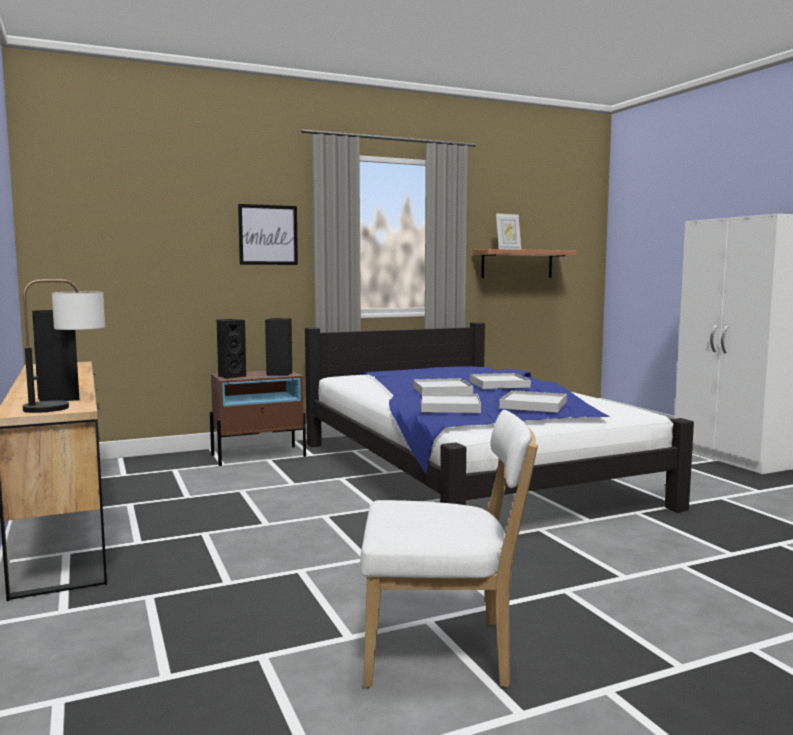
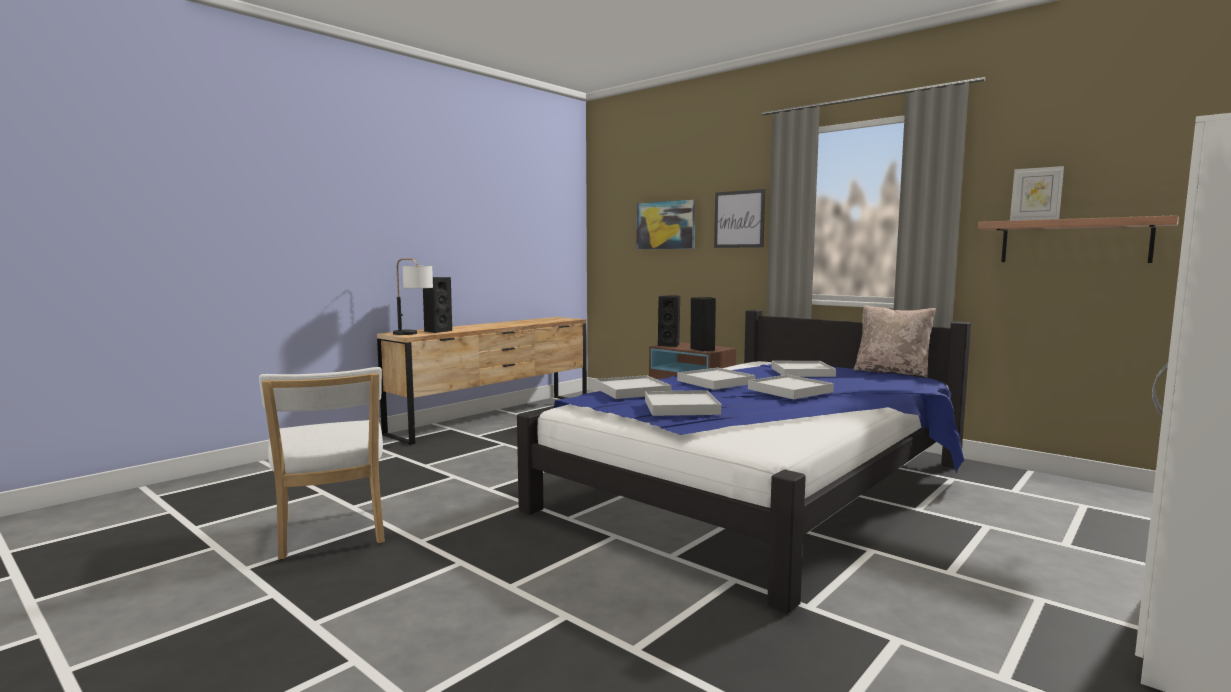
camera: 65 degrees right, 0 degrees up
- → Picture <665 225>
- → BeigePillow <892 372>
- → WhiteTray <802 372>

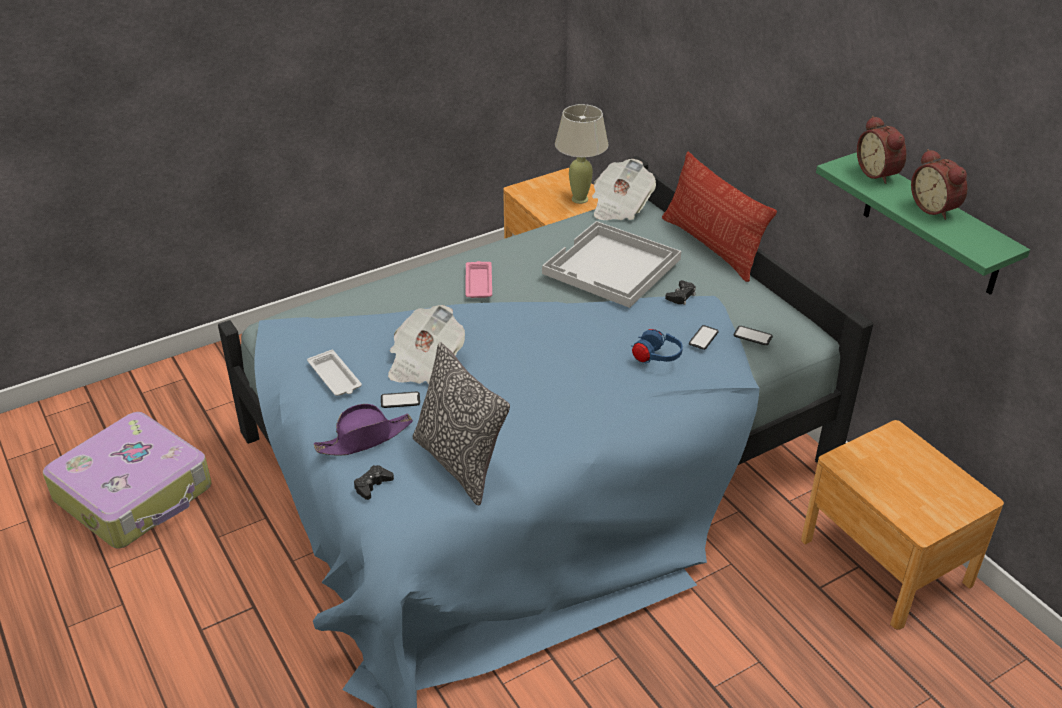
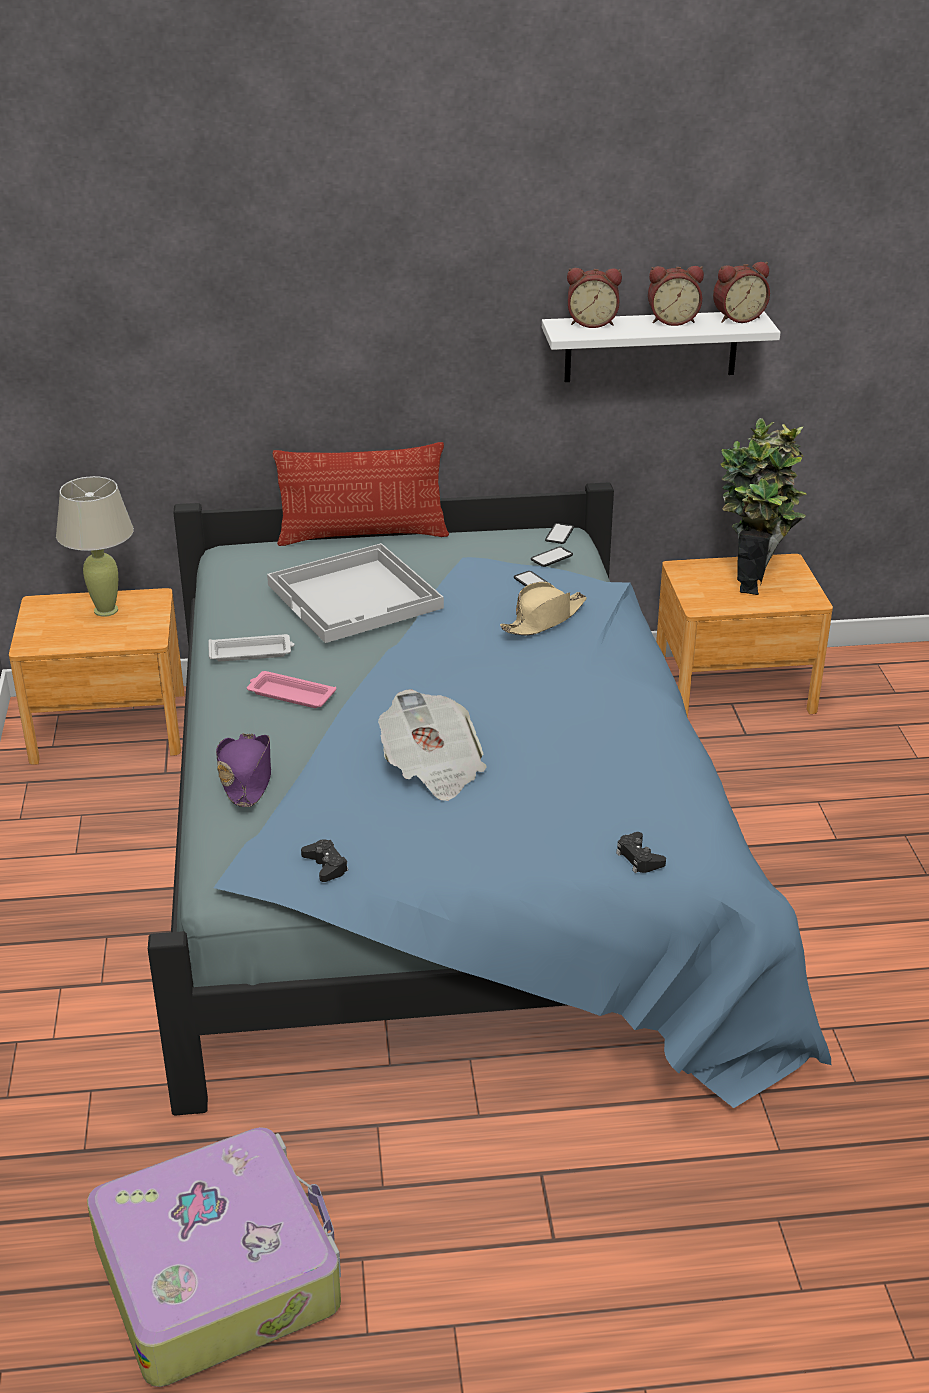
camera: 65 degrees left, 5 degrees down
GreenShelf <932 225> → WhiteShelf <651 346>
Newspaper <620 206> → -
BlackGameController <681 296> → BlackGameController <325 865>, relocated
BlueHeadphones <656 358> → BeigeHat <544 619>
Pillow <459 464> → -
WhiteTray <335 378> → WhiteTray <252 653>, relocated
Phone <400 400> → Phone <559 534>, relocated
PurpleHat <365 438> → PurpleHat <246 777>, relocated
- → AlarmClock <737 318>
- → PottedPlant <754 578>

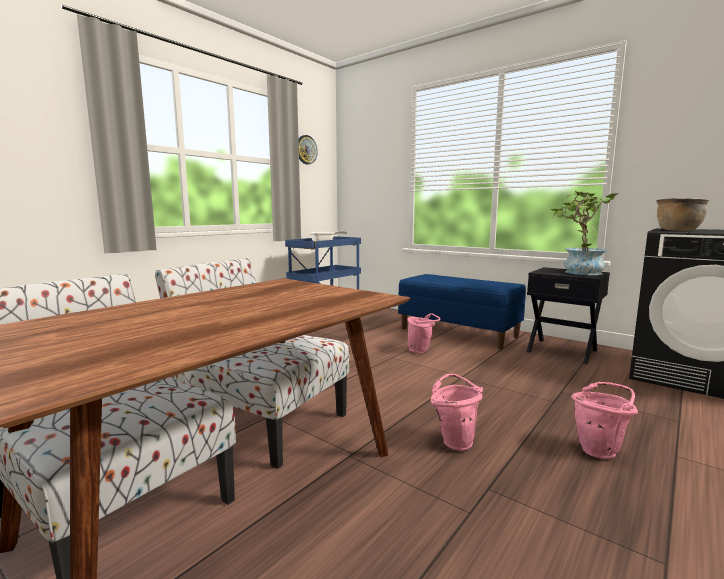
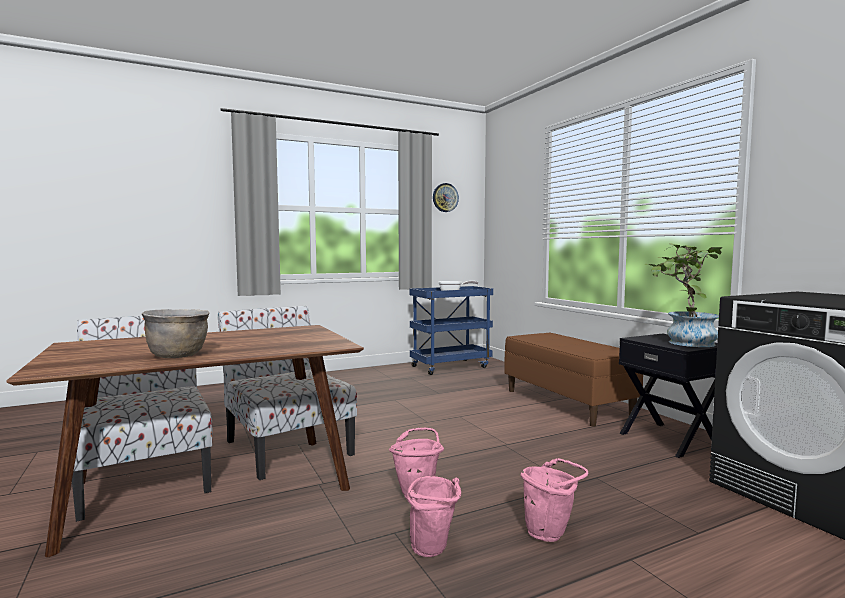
camera: 25 degrees right, 5 degrees down
BrownCookingPot <677 230> → BrownCookingPot <178 355>, relocated
BlueBench <458 332> → BrownBench <567 403>
PinkBucket <421 351> → PinkBucket <434 550>, relocated

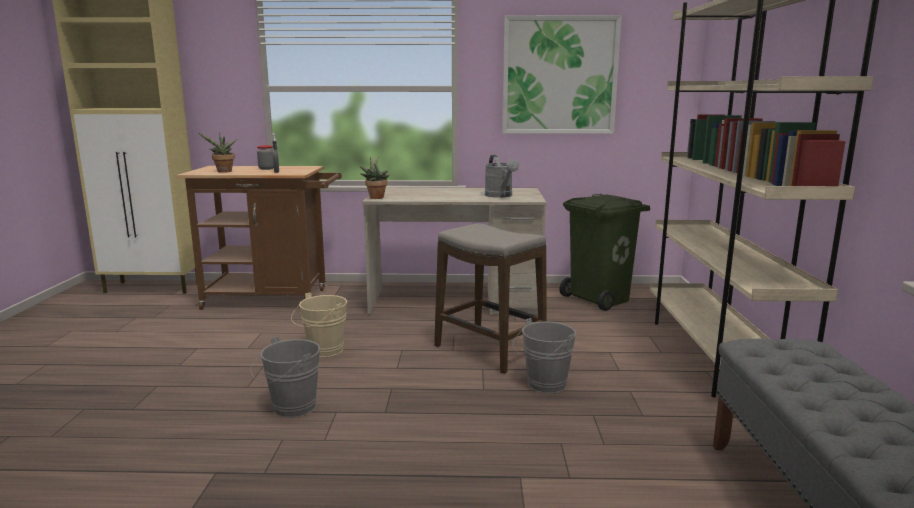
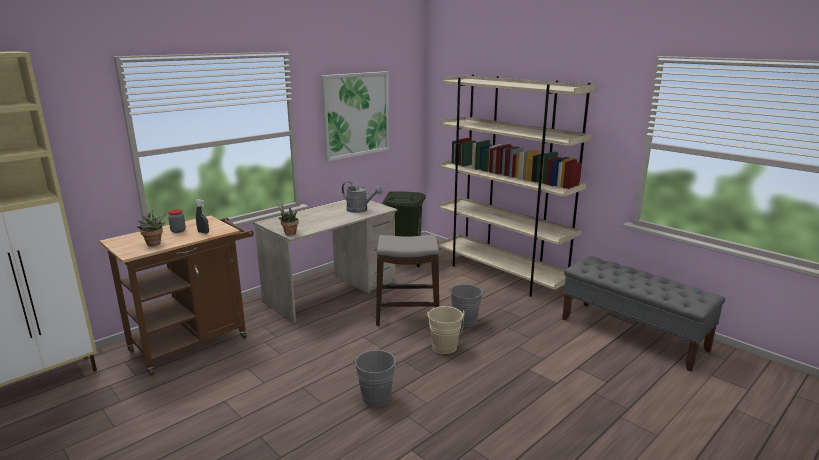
camera: 45 degrees left, 5 degrees up
BeigeBucket <322 351> → BeigeBucket <445 348>, relocated

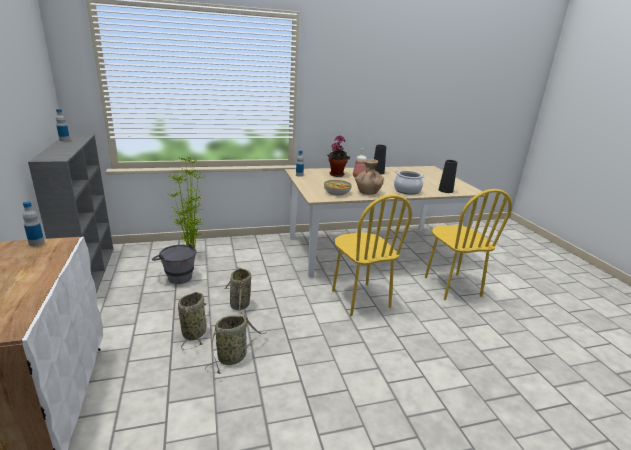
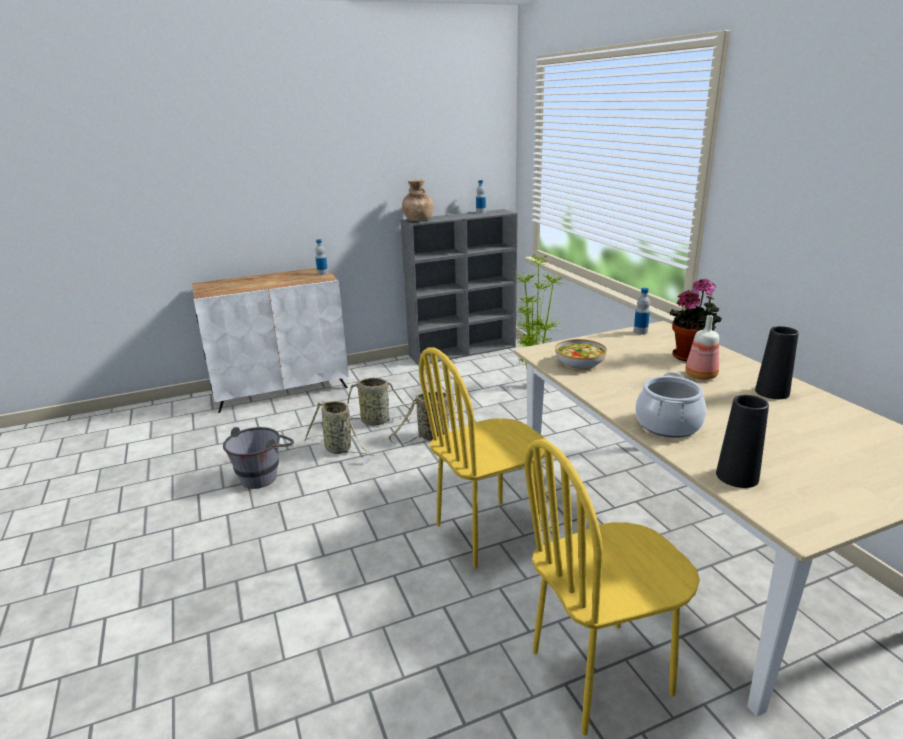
camera: 85 degrees right, 0 degrees up
BrownVase <368 192> → BrownVase <418 220>, relocated
GreyBucket <176 276> → GreyBucket <264 474>, relocated

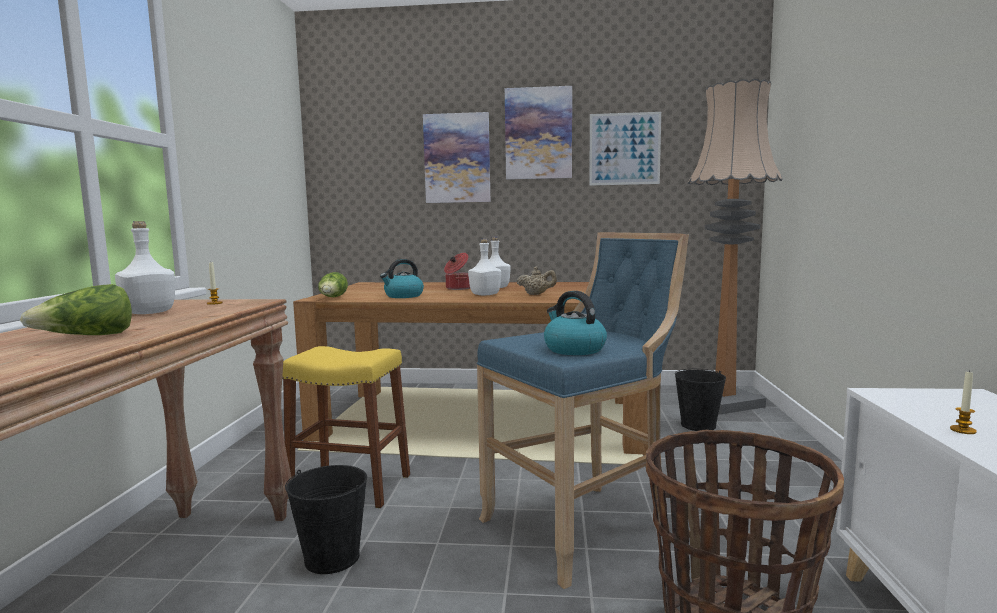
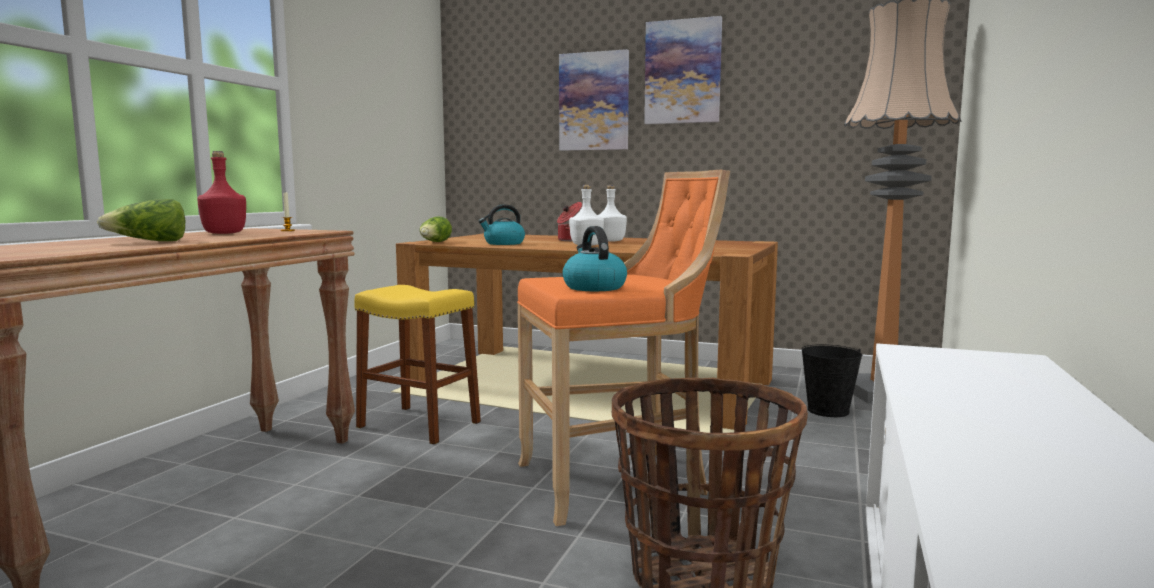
camera: 15 degrees right, 0 degrees up
Picture <624 149> → -
WhiteBottle <148 313> → RedBottle <224 233>
BlueStool <583 526> → OrangeStool <617 481>
BeigeTeapot <536 294> → -
Candle <963 430> → -
BlackBucket <332 558> → -

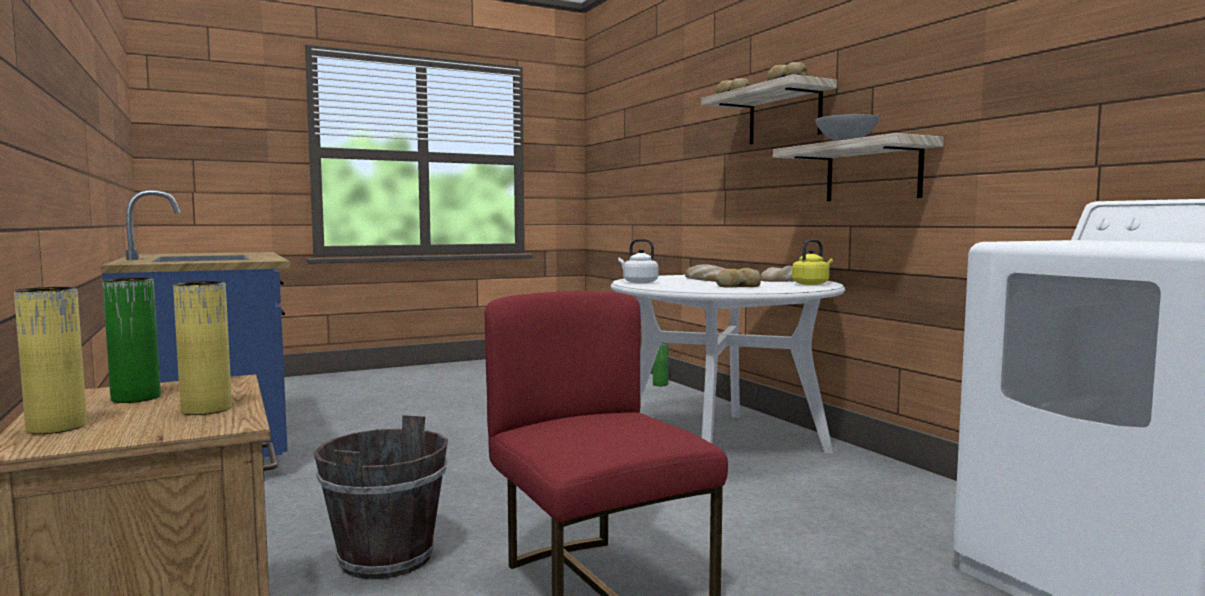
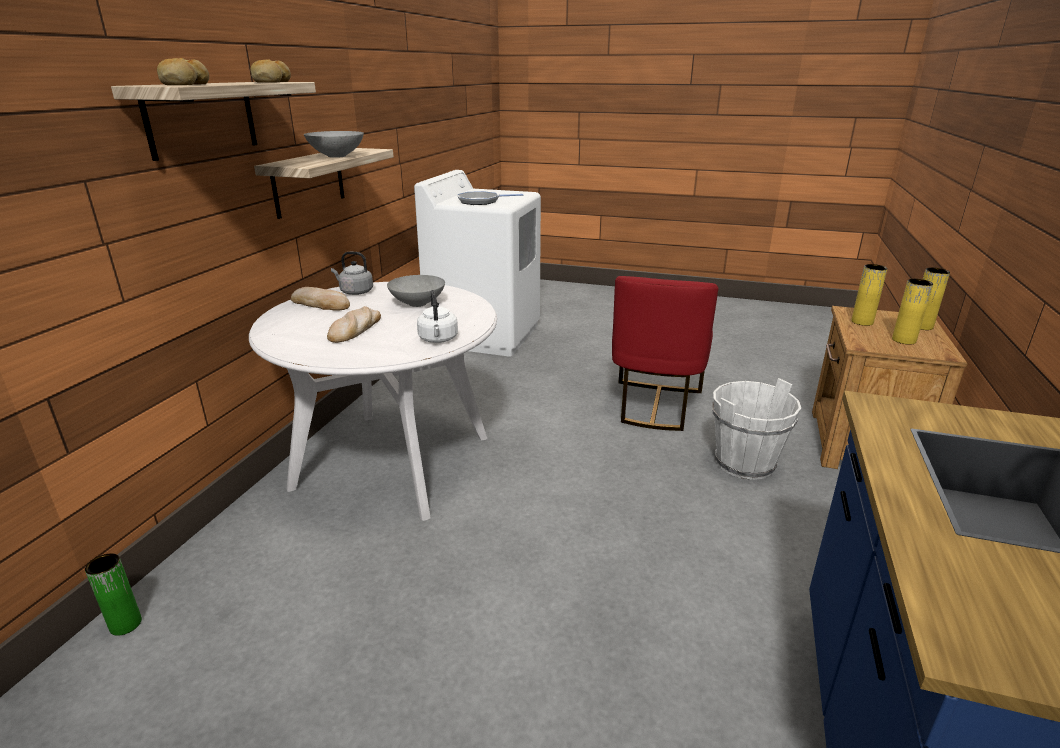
camera: 135 degrees left, 20 degrees up
YellowKettle <811 284> → GreyKettle <355 292>
Bread <737 286> → GreyBowl <418 303>
GreenVase <136 398> → YellowVase <903 340>
BrownBucket <386 558> → WhiteBucket <745 464>
- → FryingPan <481 201>

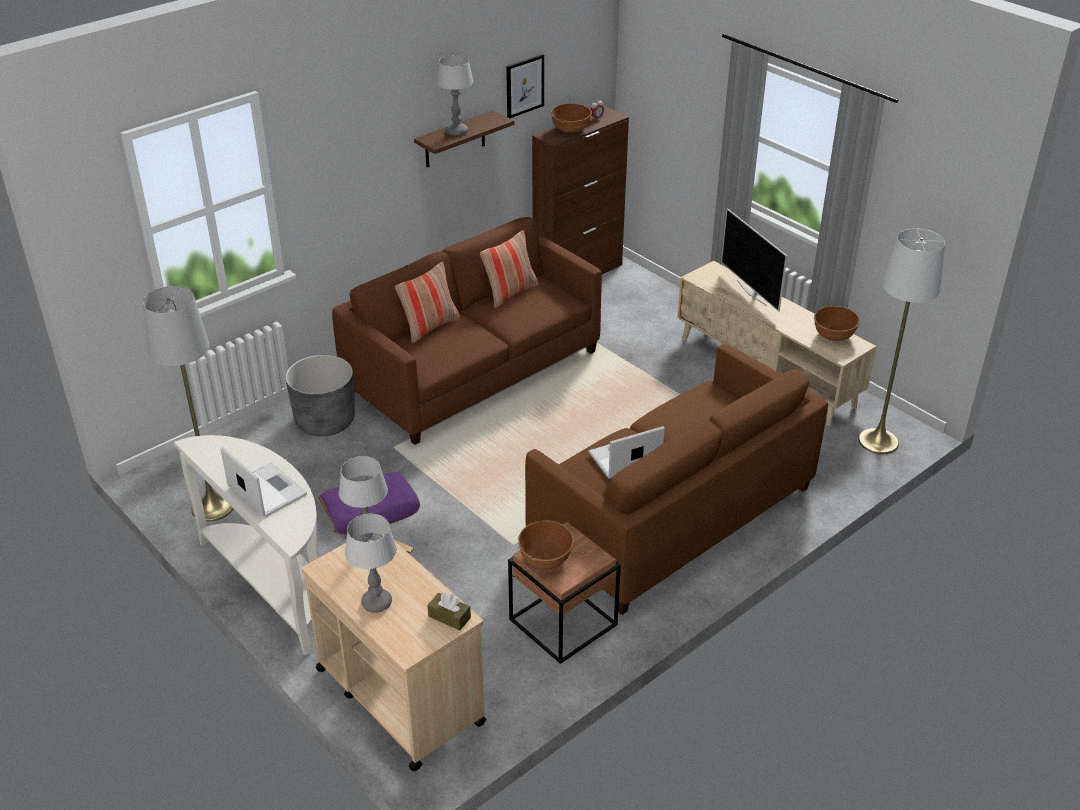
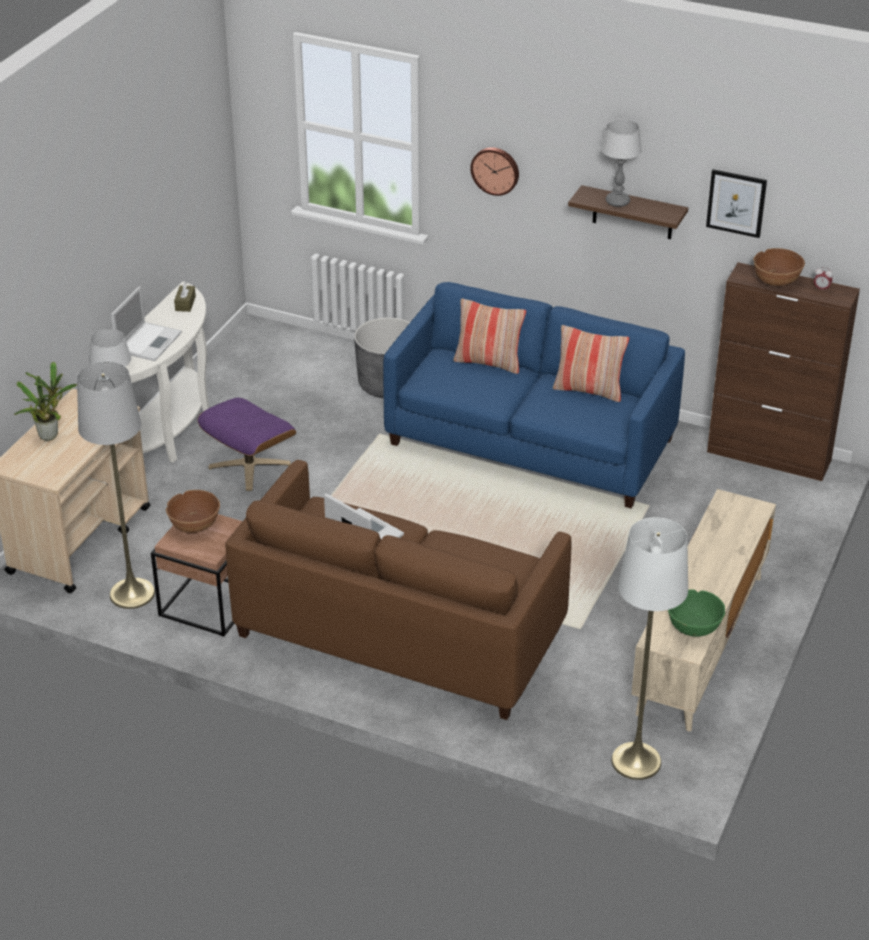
camera: 65 degrees right, 0 degrees up
Television <752 292> → -
BrownSofa <474 371> → BlueSofa <531 442>
GreyFloorLamp <212 507> → GreyFloorLamp <132 593>, relocated
BrownBowl <834 335> → GreenBowl <694 627>
TableLamp <376 603> → PottedPlant <50 434>
BrownTissueBox <449 617> → BrownTissueBox <185 303>, relocated
- → WallClock <495 170>

